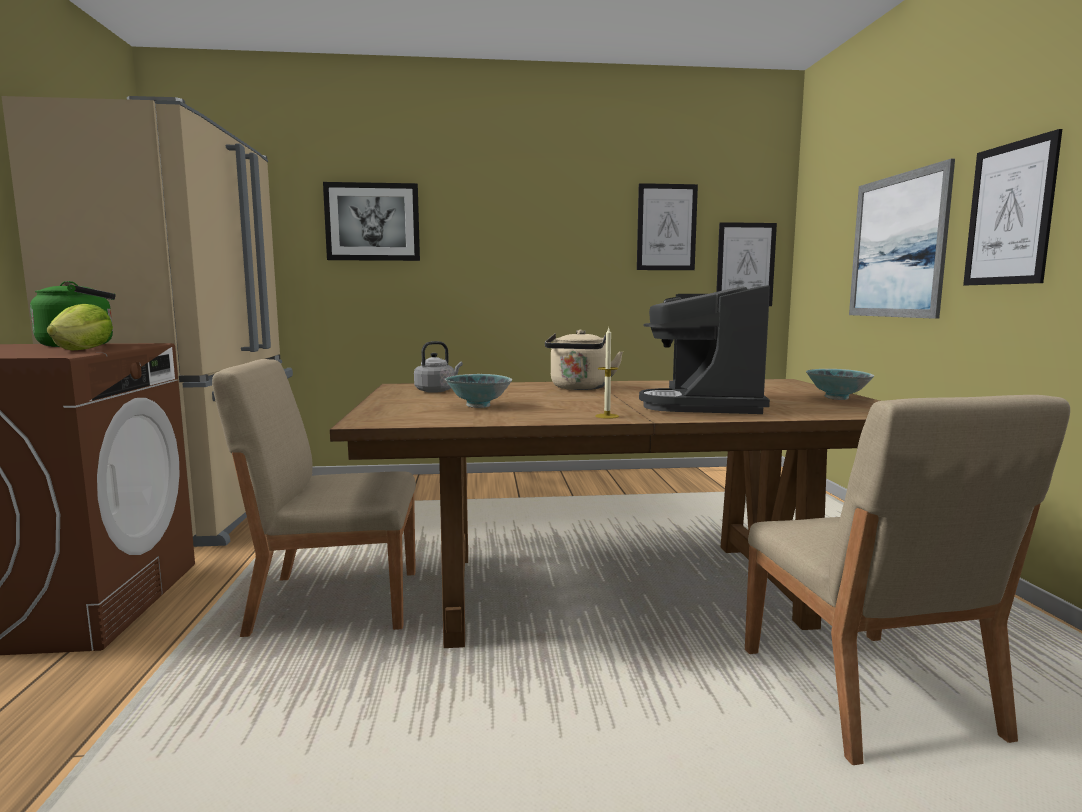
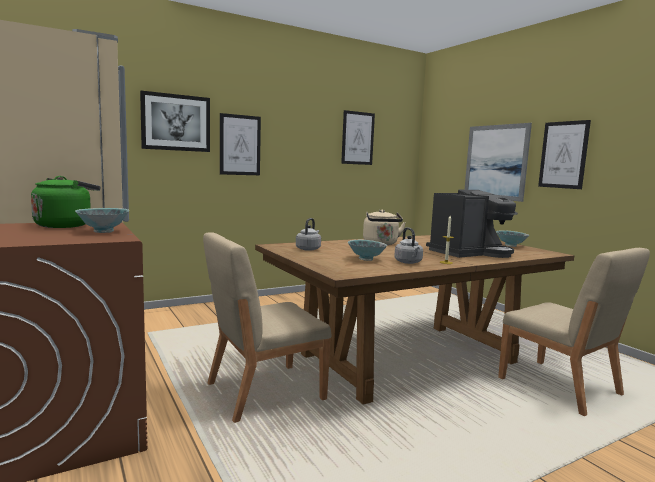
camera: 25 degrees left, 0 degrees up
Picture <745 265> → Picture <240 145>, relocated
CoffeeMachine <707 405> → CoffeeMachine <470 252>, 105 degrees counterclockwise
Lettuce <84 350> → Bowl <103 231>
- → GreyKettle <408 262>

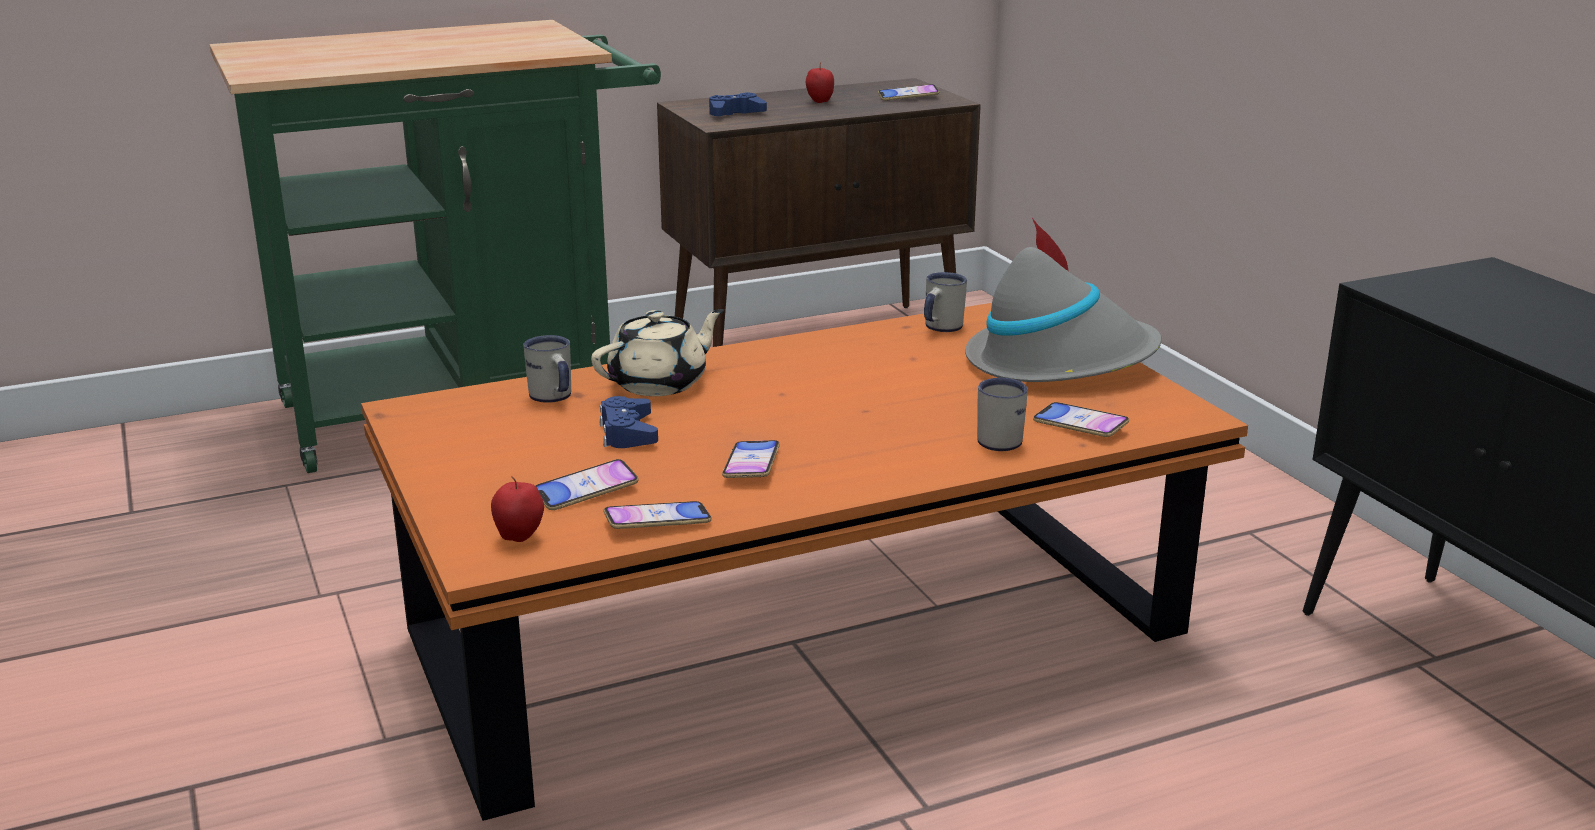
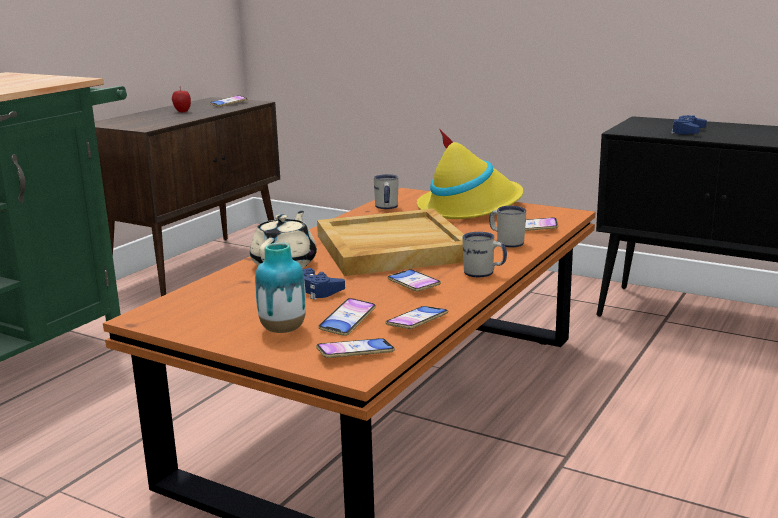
camera: 35 degrees left, 5 degrees down
BlueGameController <735 113> → BlueGameController <688 131>, relocated
GreyHat <1059 362> → YellowHat <470 207>
WhiteMug <553 398> → WhiteMug <484 274>, relocated
Apple <520 538> → Phone <355 353>
- → BeigeTray <391 248>
- → Vase <283 329>

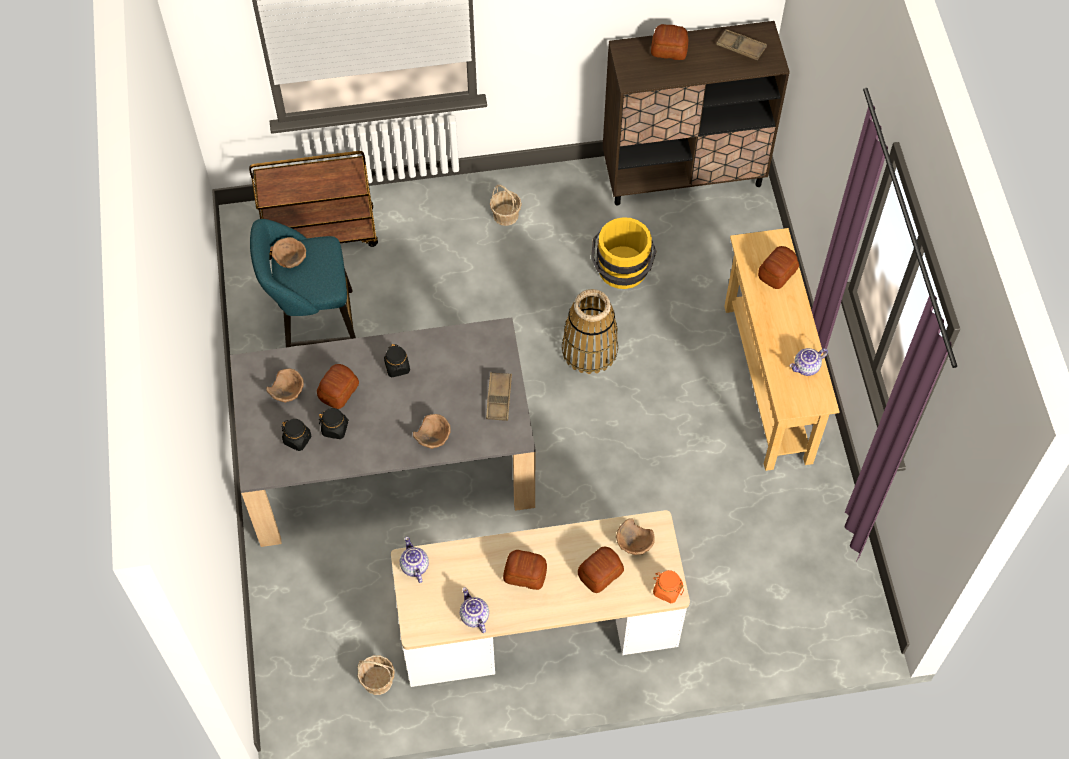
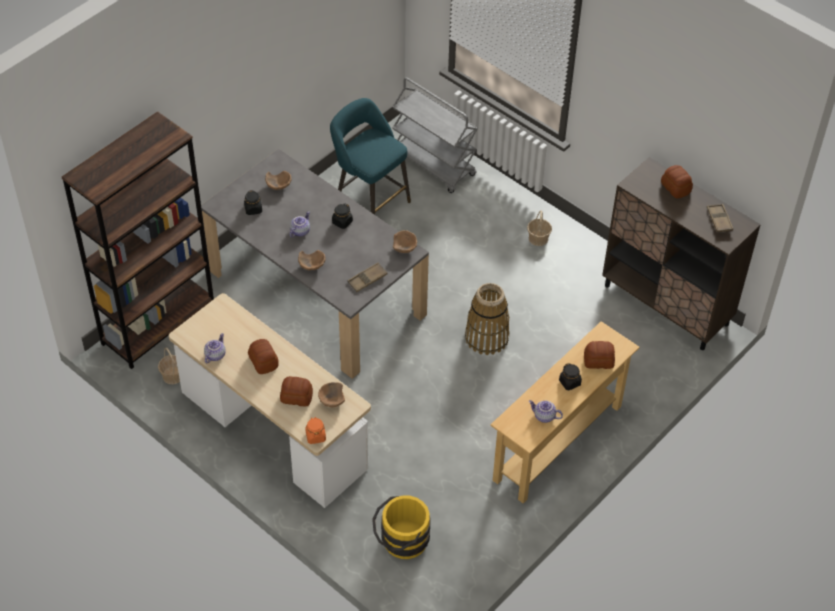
camera: 50 degrees right, 10 degrees down
BrownCart <321 233> → GreyCart <433 165>
YellowBucket <621 272> → YellowBucket <401 542>, relocated
BrownBowl <291 259> → BrownBowl <404 249>, relocated
Bread <338 392> → -
BlackJar <335 429> → BlackJar <570 382>, relocated
Teapot <414 566> → Teapot <300 231>, relocated
- → BrownBookcase <158 324>

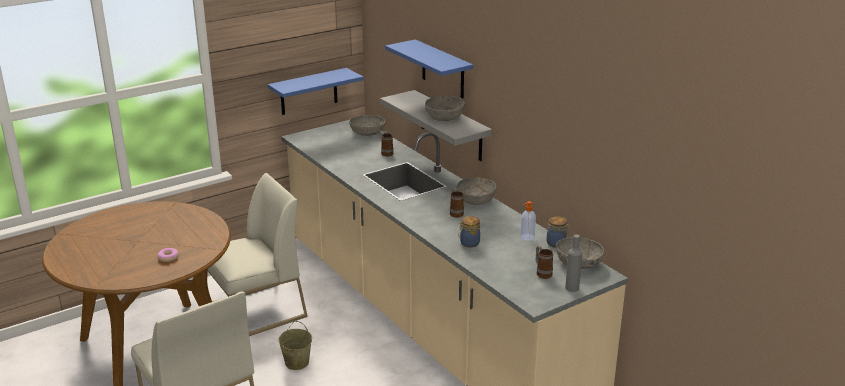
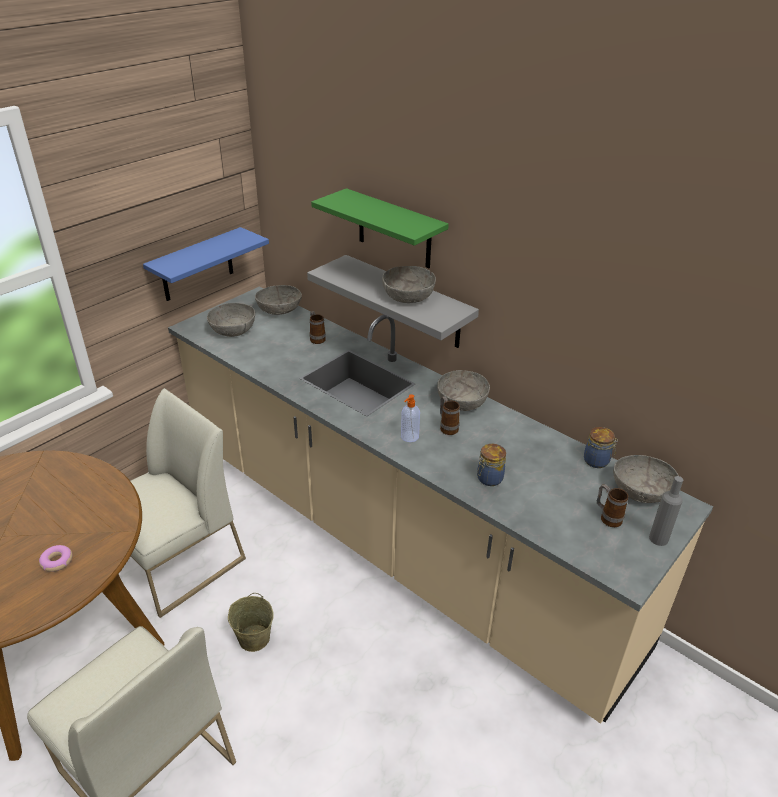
camera: 15 degrees left, 10 degrees up
BlueShelf <443 70> → GreenShelf <394 229>
SoapDispenser <526 237> → SoapDispenser <409 437>, relocated
- → GreyBowl <233 330>

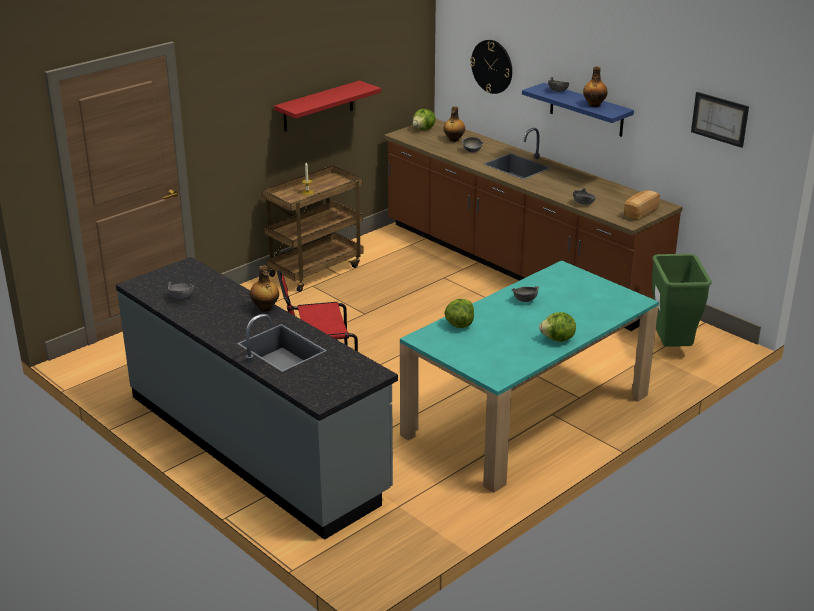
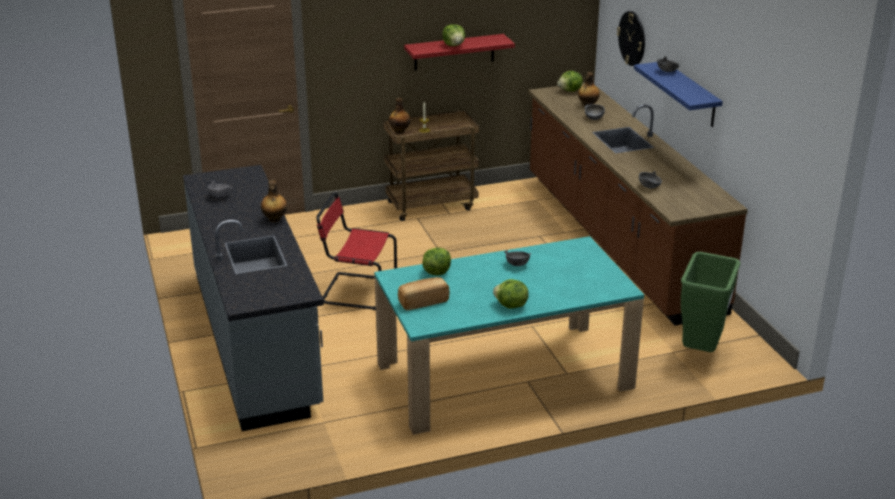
camera: 25 degrees right, 0 degrees up
Bottle <594 105> → Bottle <400 131>, relocated
Picture <719 119> → -
Bread <639 213> → Bread <423 301>, relocated
- → Lettuce <454 45>

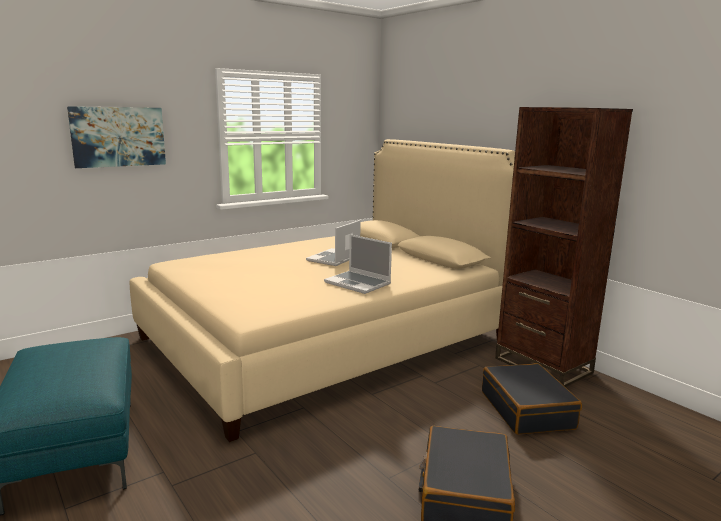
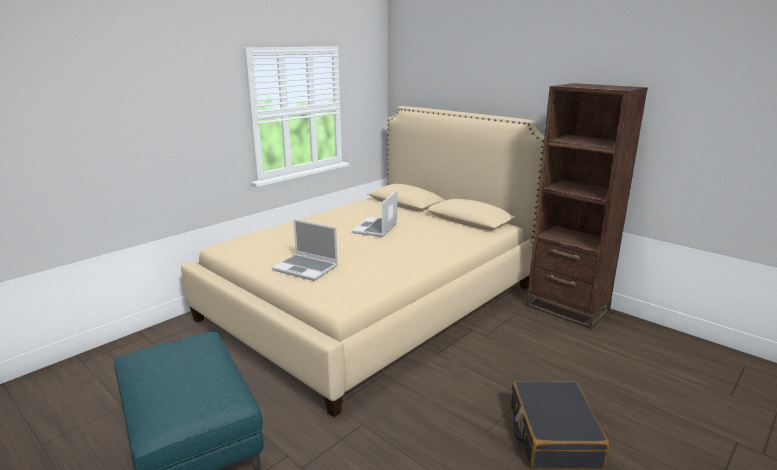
camera: 10 degrees left, 5 degrees up
Picture <118 136> → -
Laptop <358 283> → Laptop <306 268>, relocated
BlackSuitcase <527 410> → -

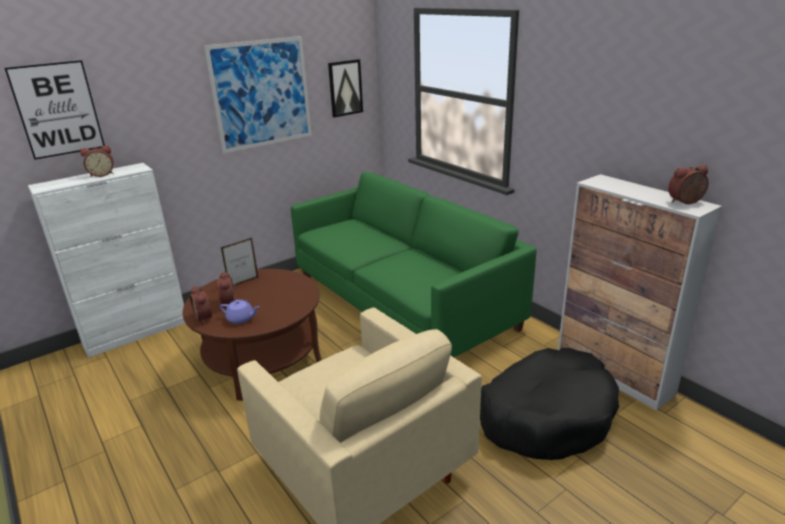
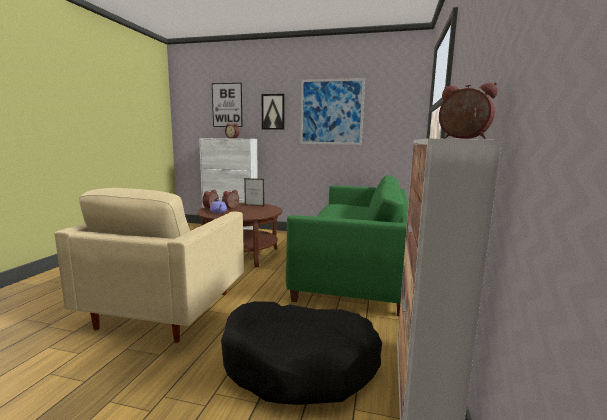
camera: 50 degrees right, 15 degrees down
Picture <345 88> → Picture <273 112>, relocated

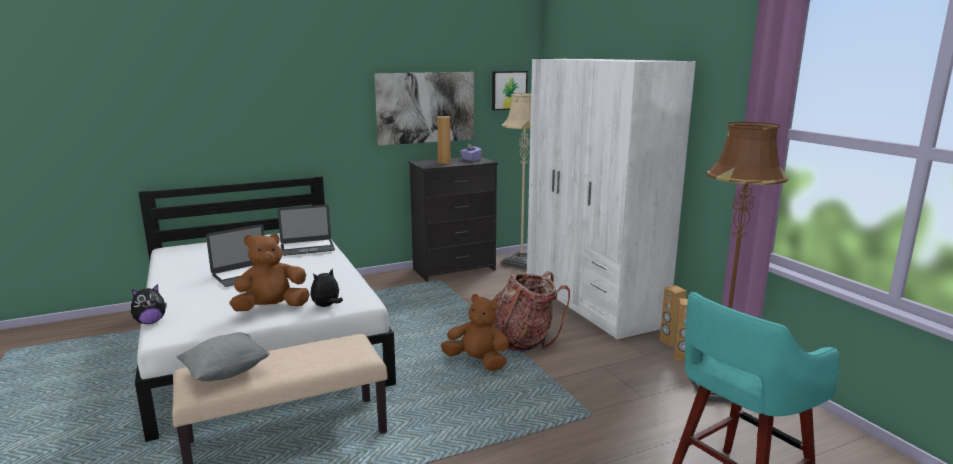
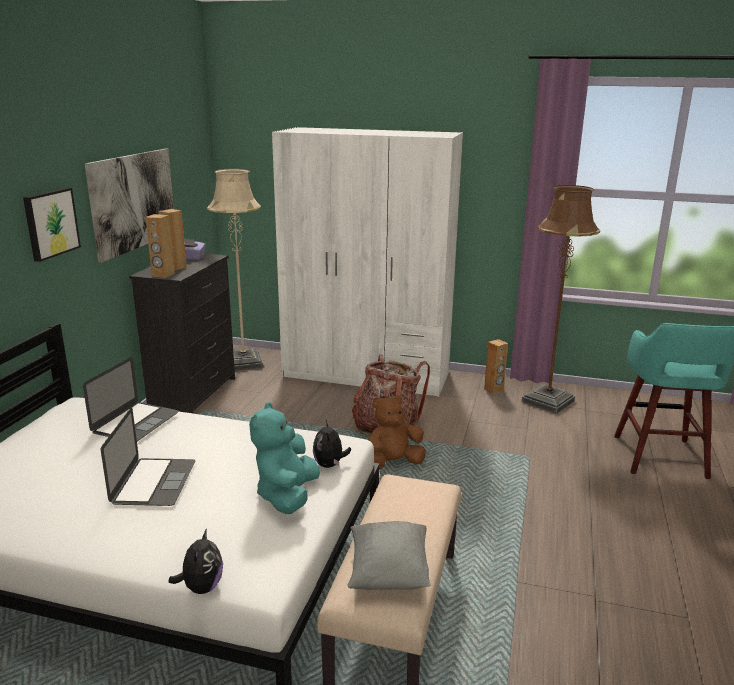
camera: 50 degrees left, 5 degrees up
Picture <508 90> → Picture <50 223>, relocated
BrownPlushToy <272 308> → TurquoisePlushToy <287 496>
BrownSpeaker <670 341> → BrownSpeaker <163 275>, relocated

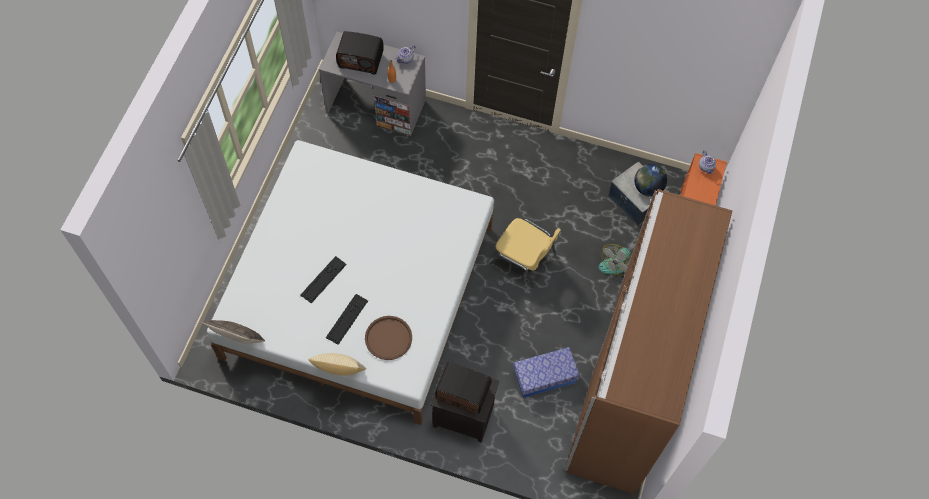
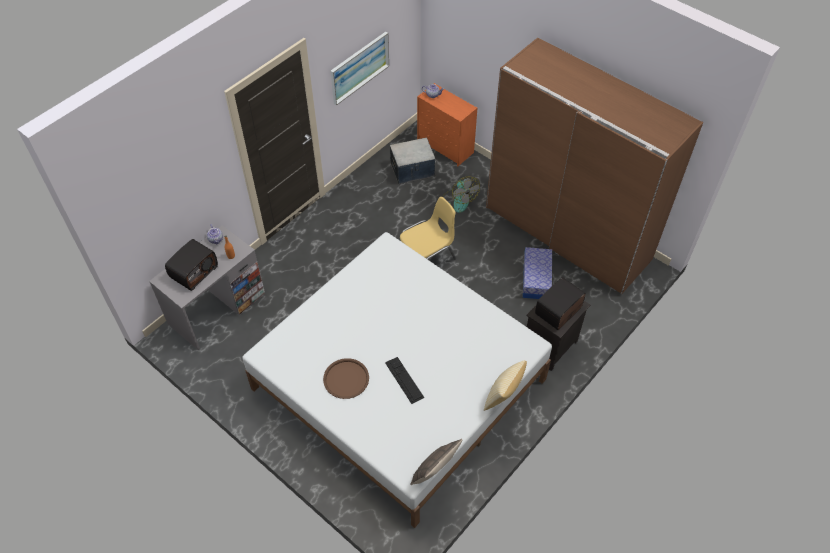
camera: 65 degrees left, 10 degrees down
Globe <647 188> → -
Keyboard <347 319> → -
BrownTray <388 338> → BrownTray <346 379>, relocated
- → Picture <359 67>

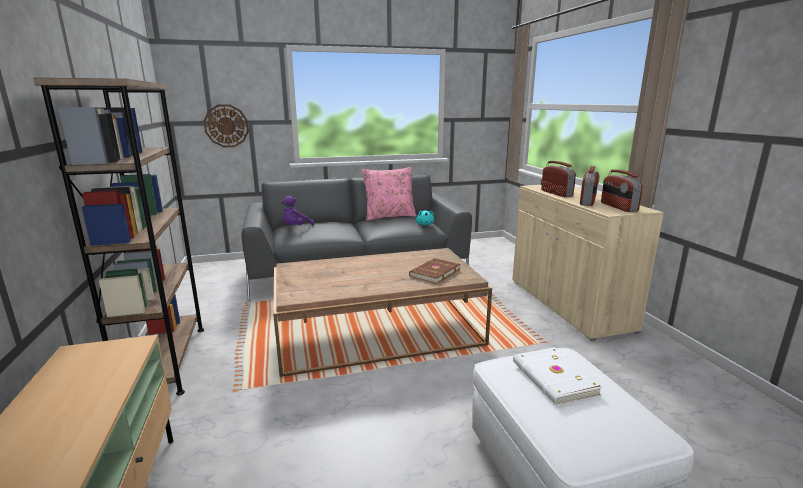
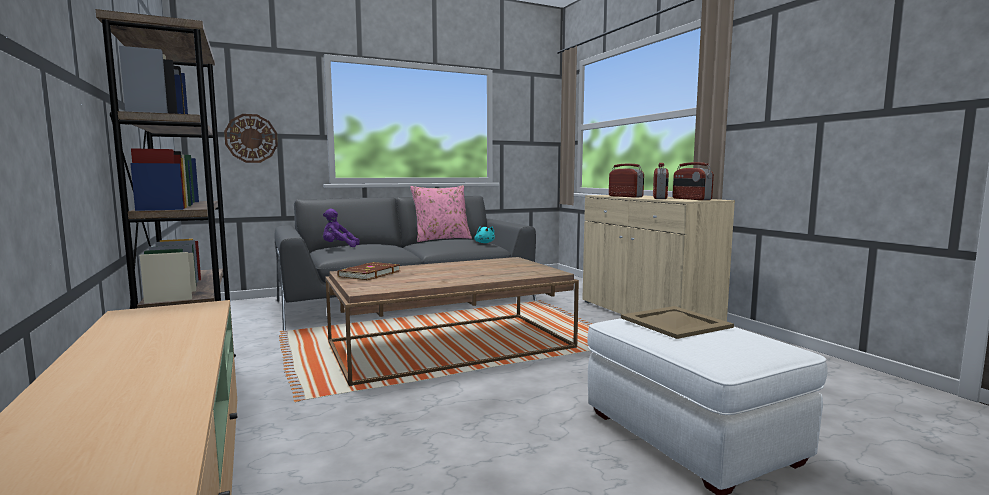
camera: 10 degrees left, 10 degrees down
PurplePlushToy <296 228> → PurplePlushToy <338 247>, 60 degrees clockwise
BrownBook <434 272> → BrownBook <368 274>, relocated
WhiteBook <553 379> → BeigeTray <675 323>

